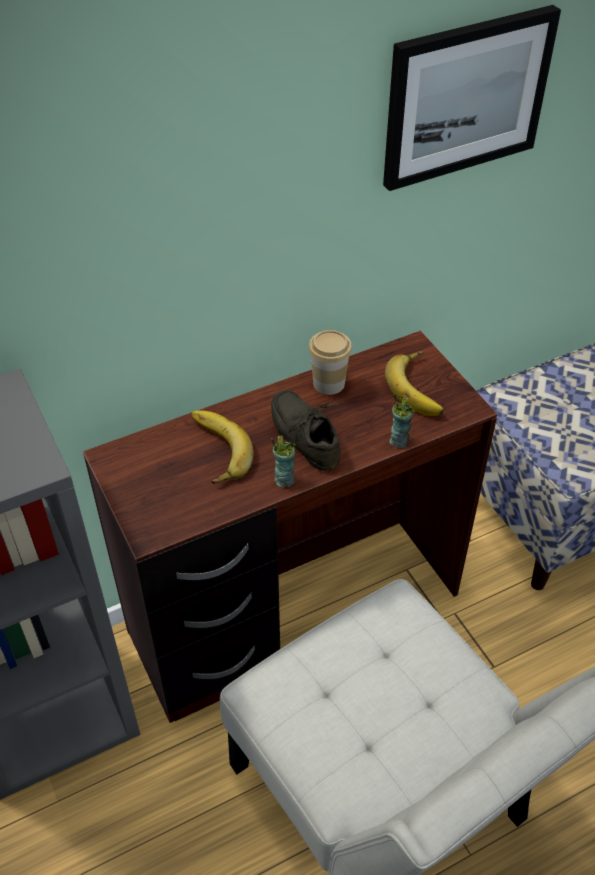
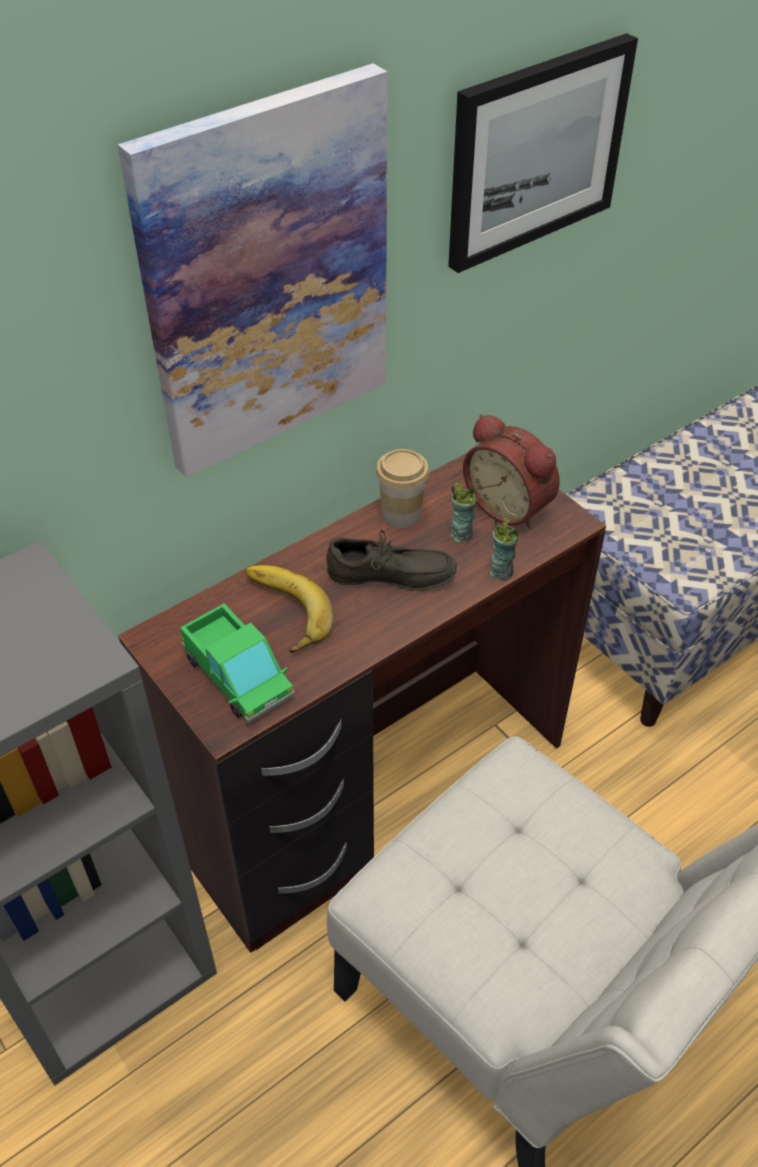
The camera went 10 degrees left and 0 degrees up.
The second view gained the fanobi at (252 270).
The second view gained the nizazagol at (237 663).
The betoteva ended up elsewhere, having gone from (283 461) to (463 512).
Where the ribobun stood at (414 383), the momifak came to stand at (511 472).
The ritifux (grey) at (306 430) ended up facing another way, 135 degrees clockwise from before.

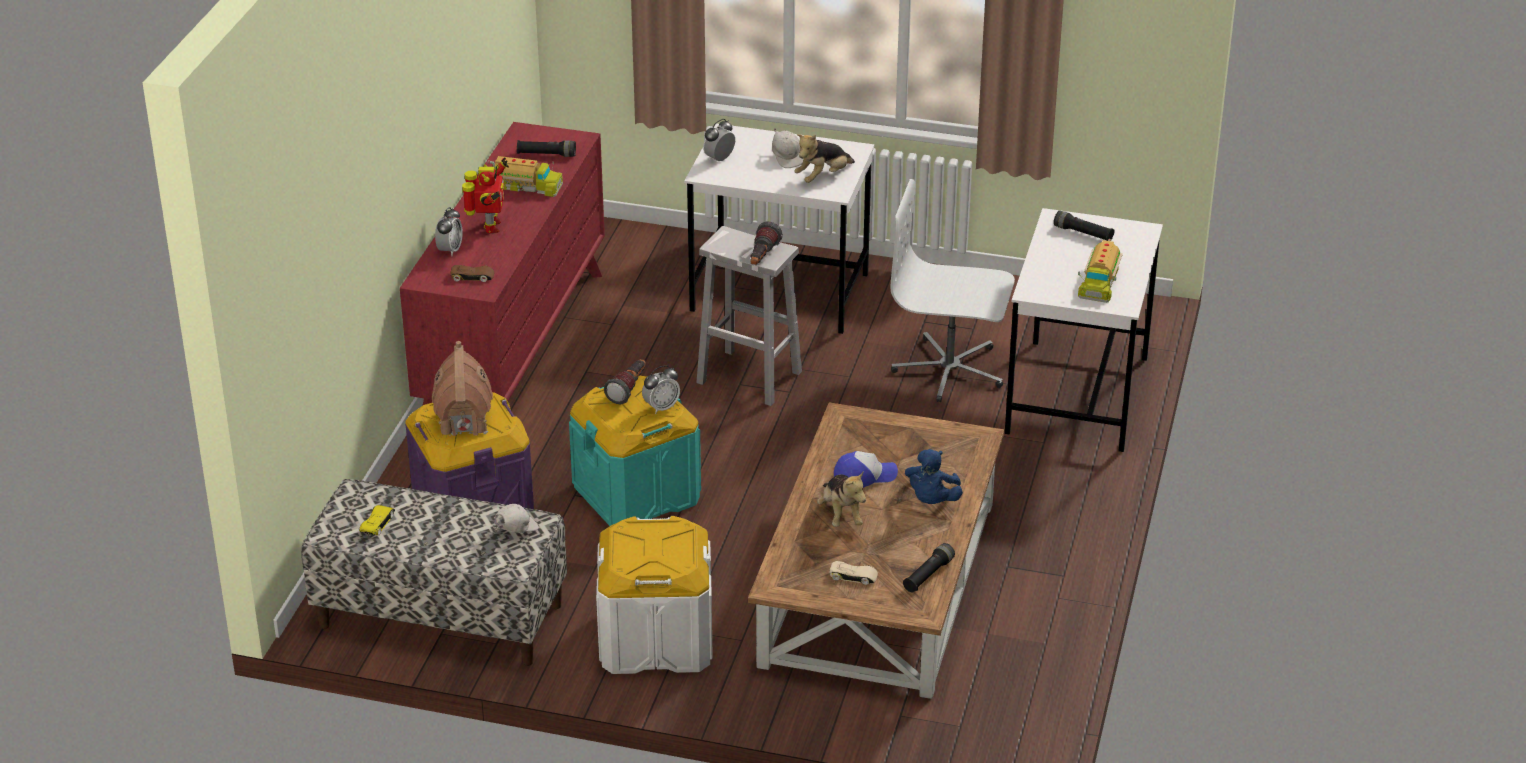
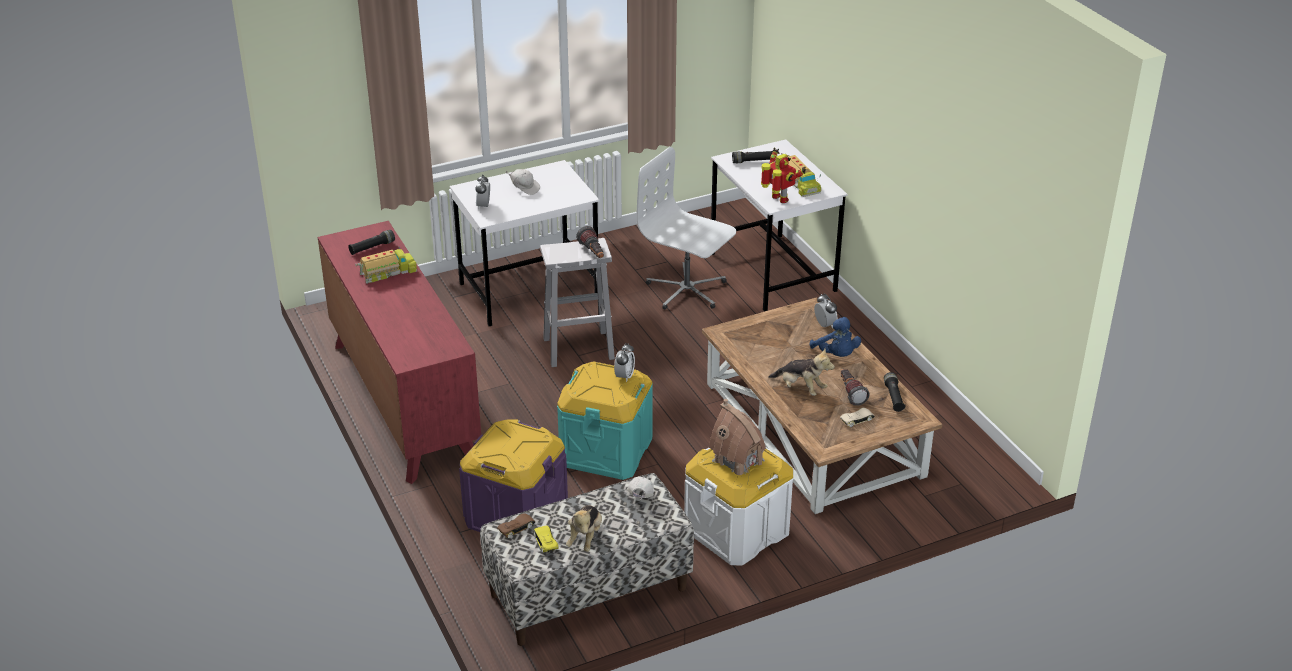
The camera went 40 degrees left and 0 degrees up.
The second view lost the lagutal at (866 469).
The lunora ended up elsewhere, having gone from (462 389) to (737 437).
The momifak ended up elsewhere, having gone from (449 231) to (826 311).
The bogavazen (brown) ended up elsewhere, having gone from (472 273) to (516 525).
The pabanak ended up elsewhere, having gone from (485 195) to (783 175).
The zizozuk ended up elsewhere, having gone from (625 381) to (855 387).
The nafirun ended up elsewhere, having gone from (824 158) to (584 528).
The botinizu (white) at (952 290) ended up facing another way, 60 degrees clockwise from before.

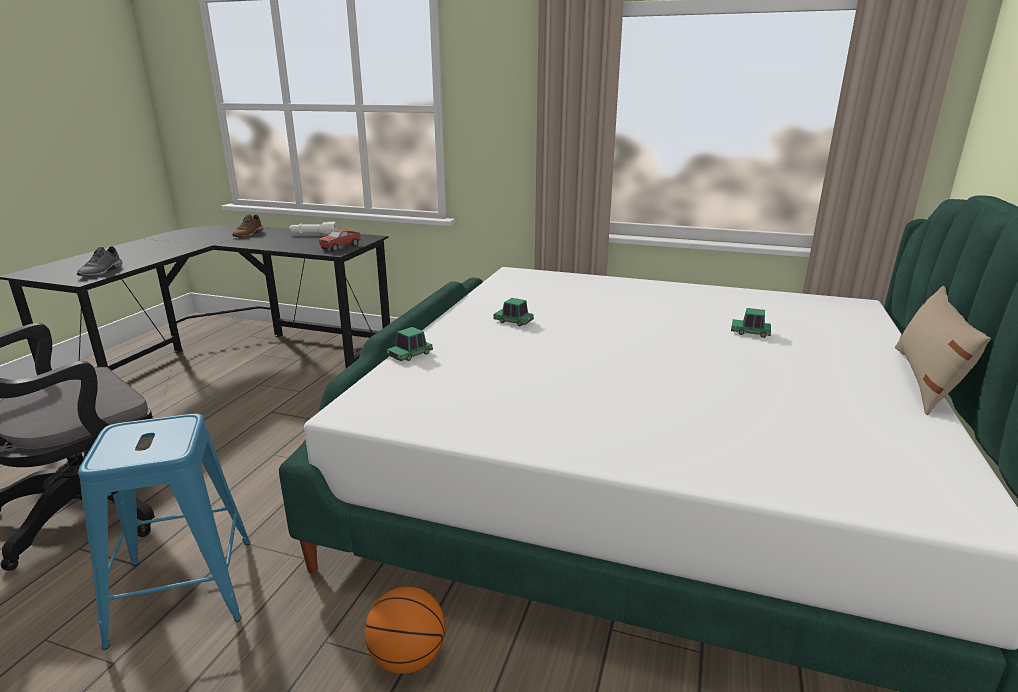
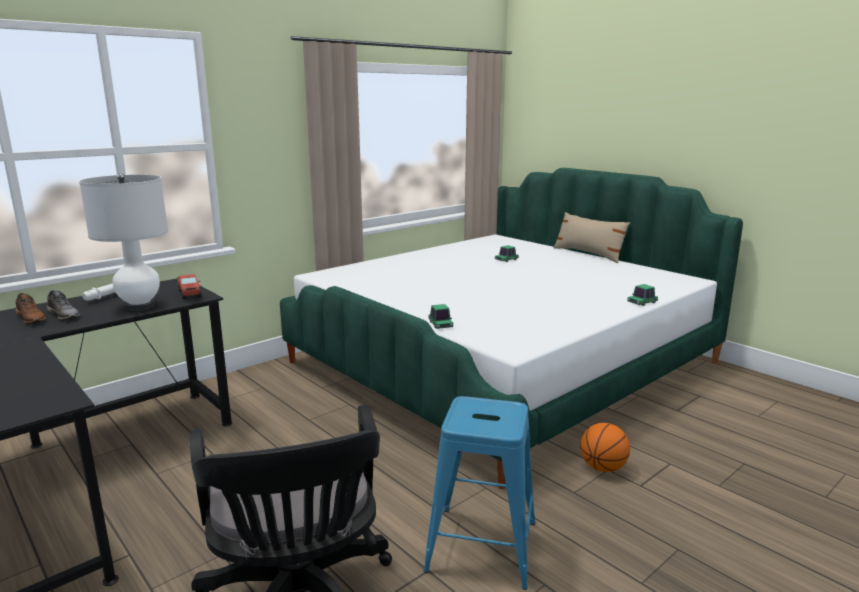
The camera went 60 degrees left and 5 degrees down.
The second view gained the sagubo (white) at (123 242).
The ritifux (grey) ended up elsewhere, having gone from (99 261) to (63 305).
The bogavazen ended up elsewhere, having gone from (513 312) to (642 295).

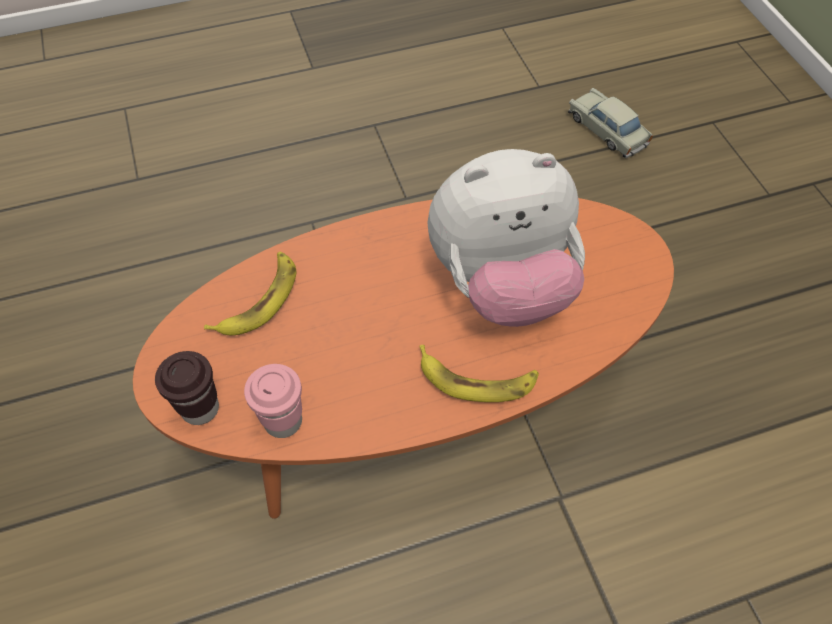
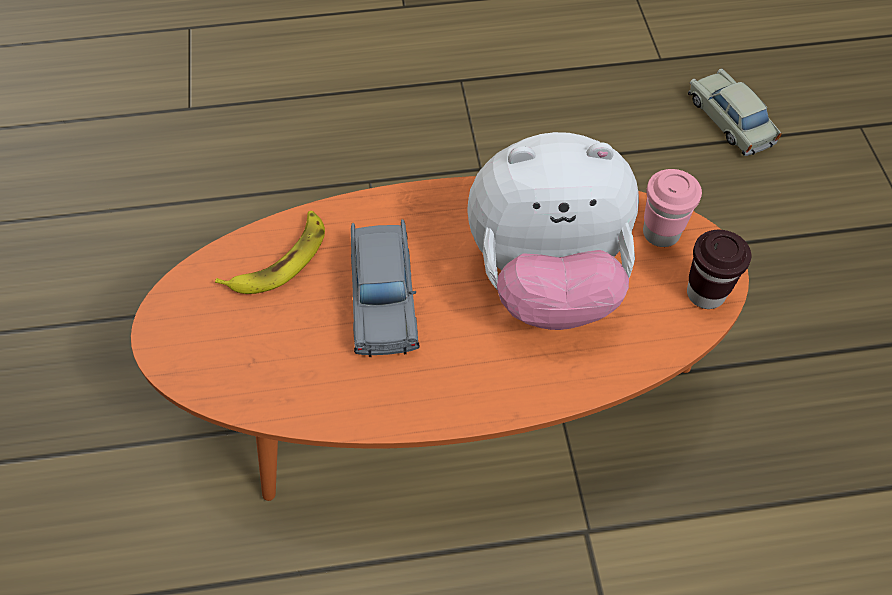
The camera went 10 degrees right and 0 degrees up.
The second view lost the ribobun at (479 373).
The second view gained the bogavazen (grey) at (385 288).
The betoteva (brown) ended up elsewhere, having gone from (187 388) to (719 269).
The betoteva (pink) ended up elsewhere, having gone from (273 401) to (672 208).

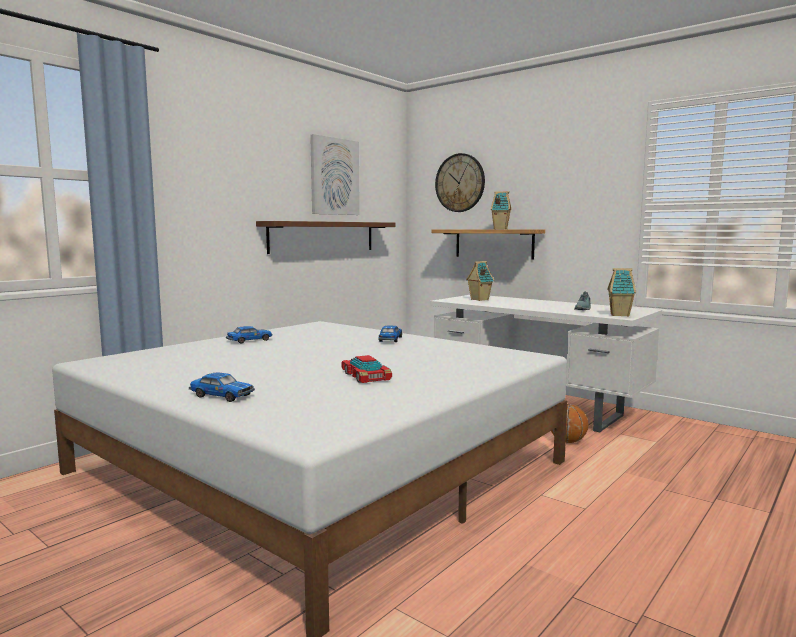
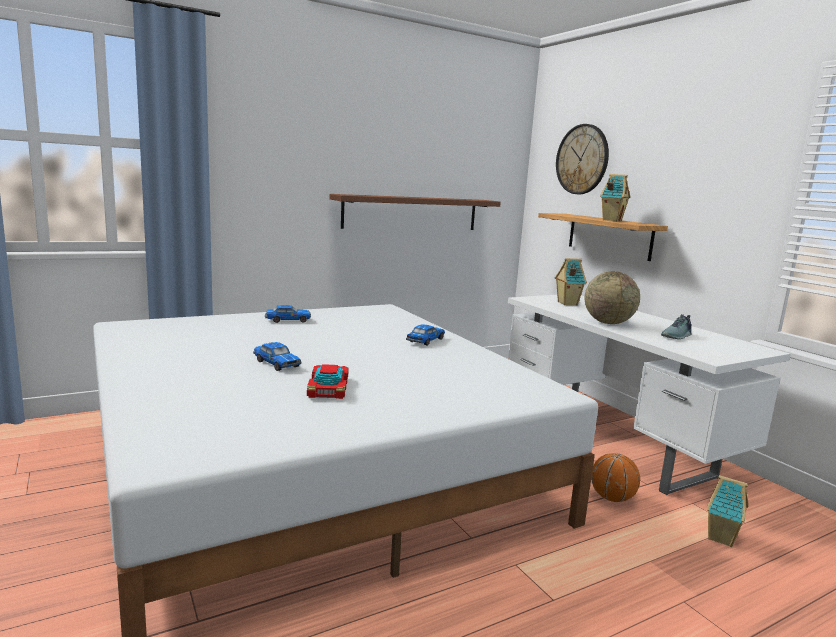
The camera went 20 degrees right and 5 degrees up.
The second view lost the fanobi at (335 174).
The second view gained the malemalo at (612 297).
The bogavazen ended up elsewhere, having gone from (222 387) to (277 356).
The lunora ended up elsewhere, having gone from (621 292) to (728 511).

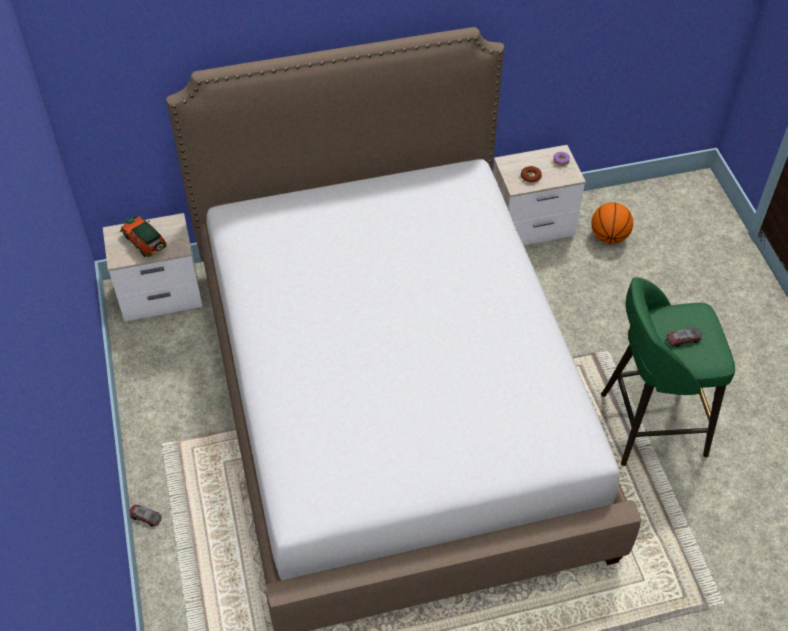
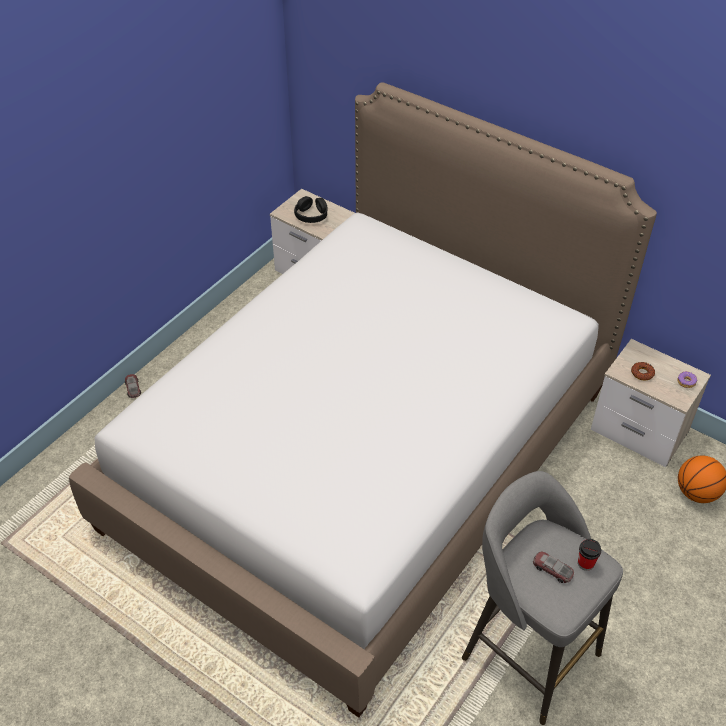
The camera went 50 degrees right and 5 degrees down.
The second view gained the betoteva at (589 555).
Where the bogavazen stood at (143 237), the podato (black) came to stand at (311 209).
What was the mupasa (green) at (668 371) turned into the mupasa (grey) at (542 598).

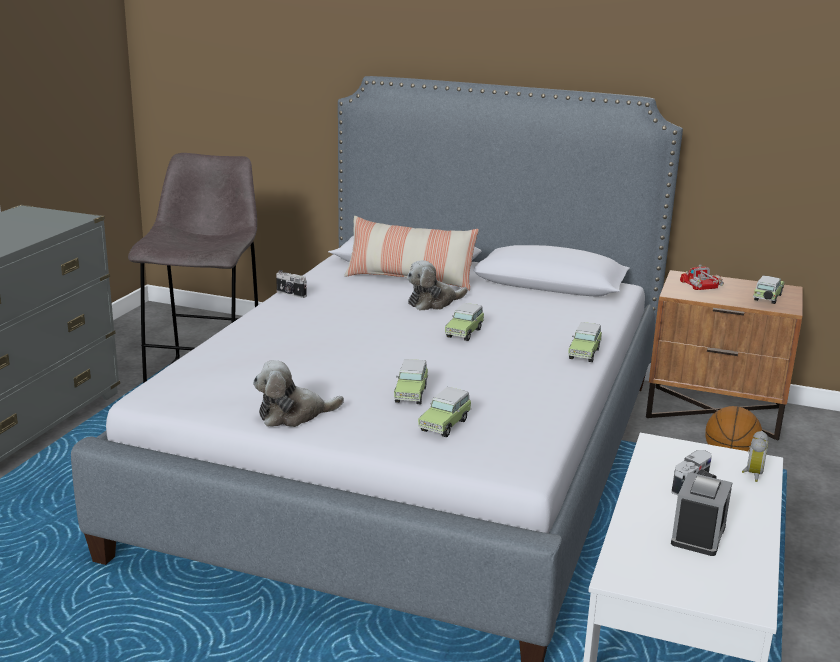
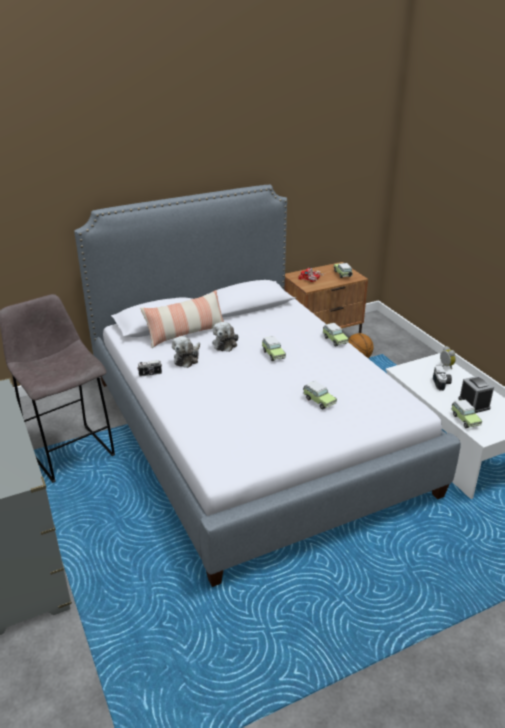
The camera went 45 degrees left and 10 degrees up.
The nafirun ended up elsewhere, having gone from (298 393) to (186 352).
The bogavazen ended up elsewhere, having gone from (445 412) to (466 414).

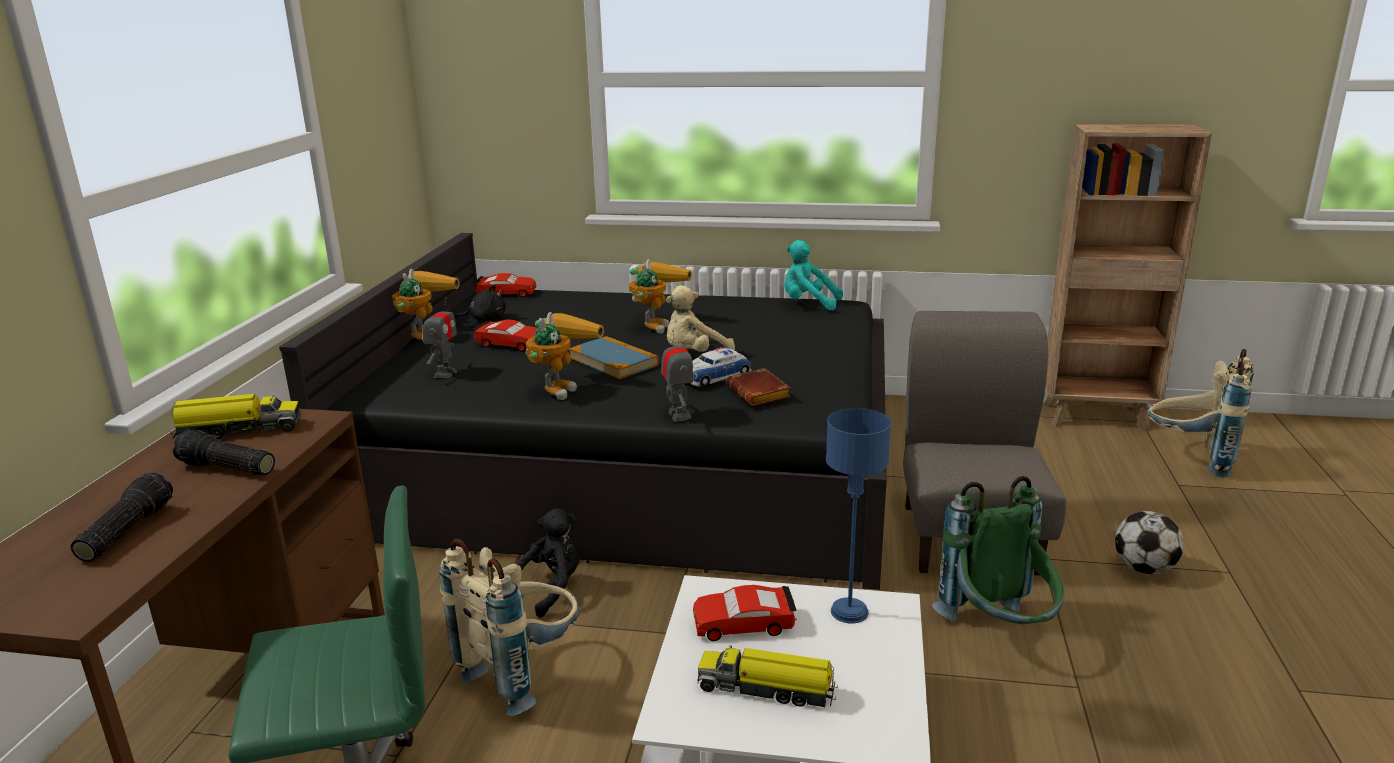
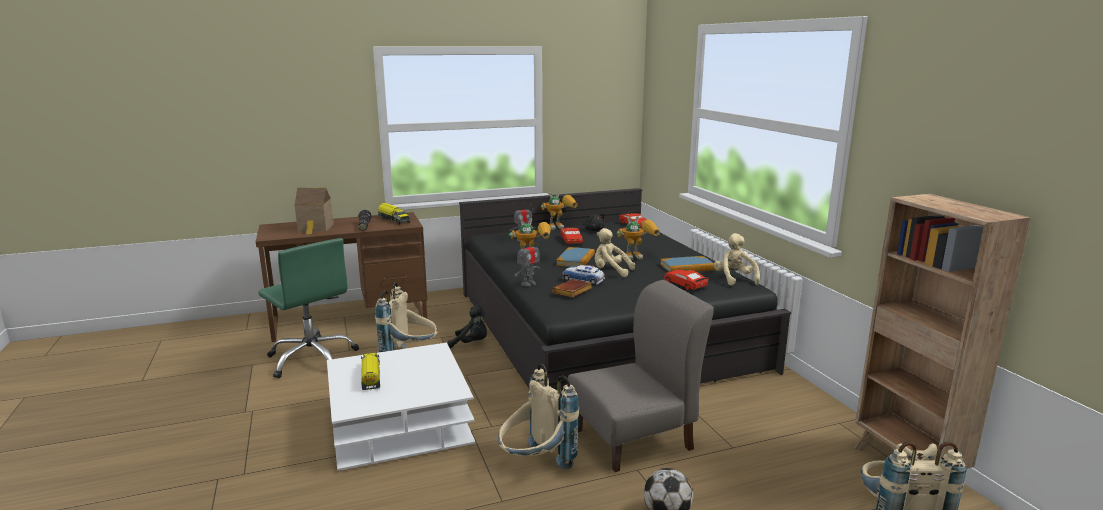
The camera went 60 degrees right and 5 degrees down.
The second view lost the sagubo (blue) at (858 515).
The second view gained the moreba at (687 264).
The bogavazen (red) ended up elsewhere, having gone from (745 613) to (686 280).
Where the zizozuk stood at (122 517), the lunora came to stand at (314 211).
What was the nafirun (turquoise) at (813 275) turned into the nafirun (beige) at (737 259).
What was the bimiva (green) at (998 550) turned into the bimiva (beige) at (538 416).

